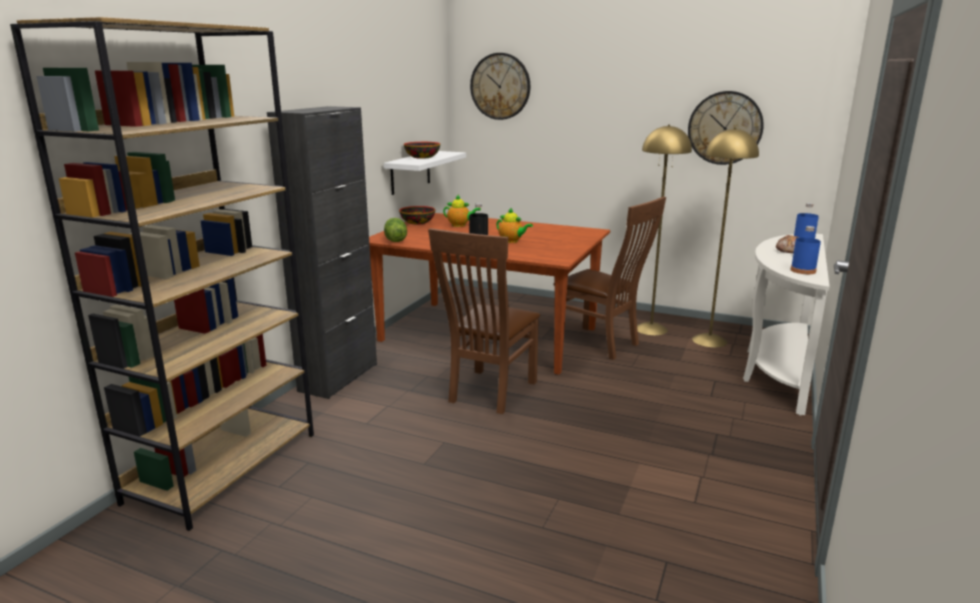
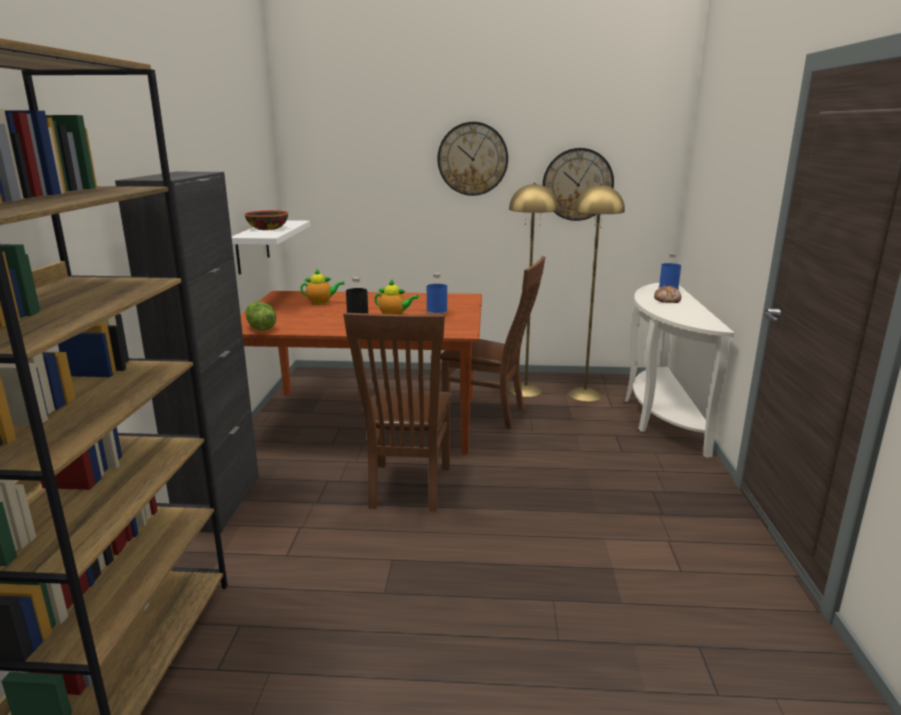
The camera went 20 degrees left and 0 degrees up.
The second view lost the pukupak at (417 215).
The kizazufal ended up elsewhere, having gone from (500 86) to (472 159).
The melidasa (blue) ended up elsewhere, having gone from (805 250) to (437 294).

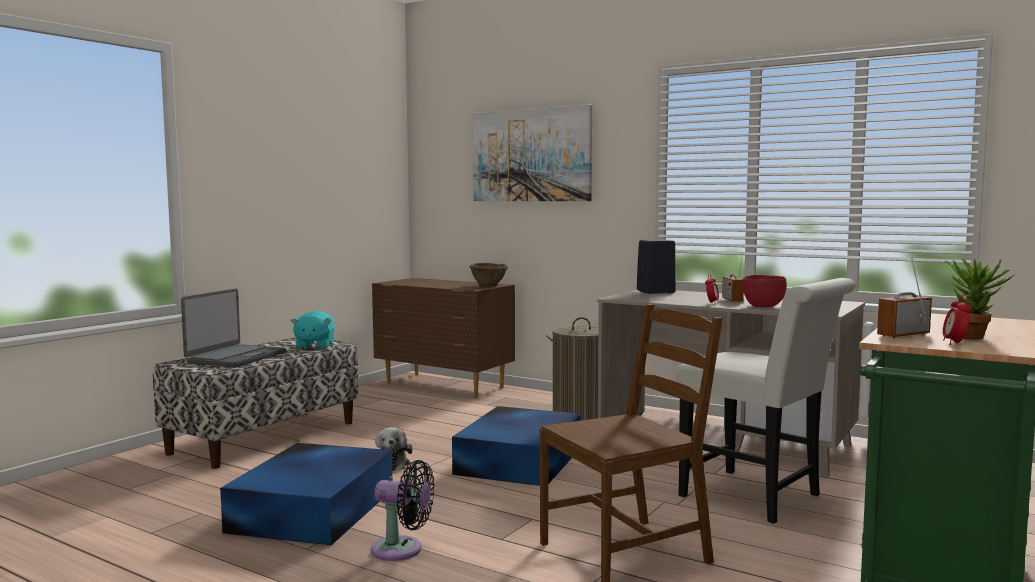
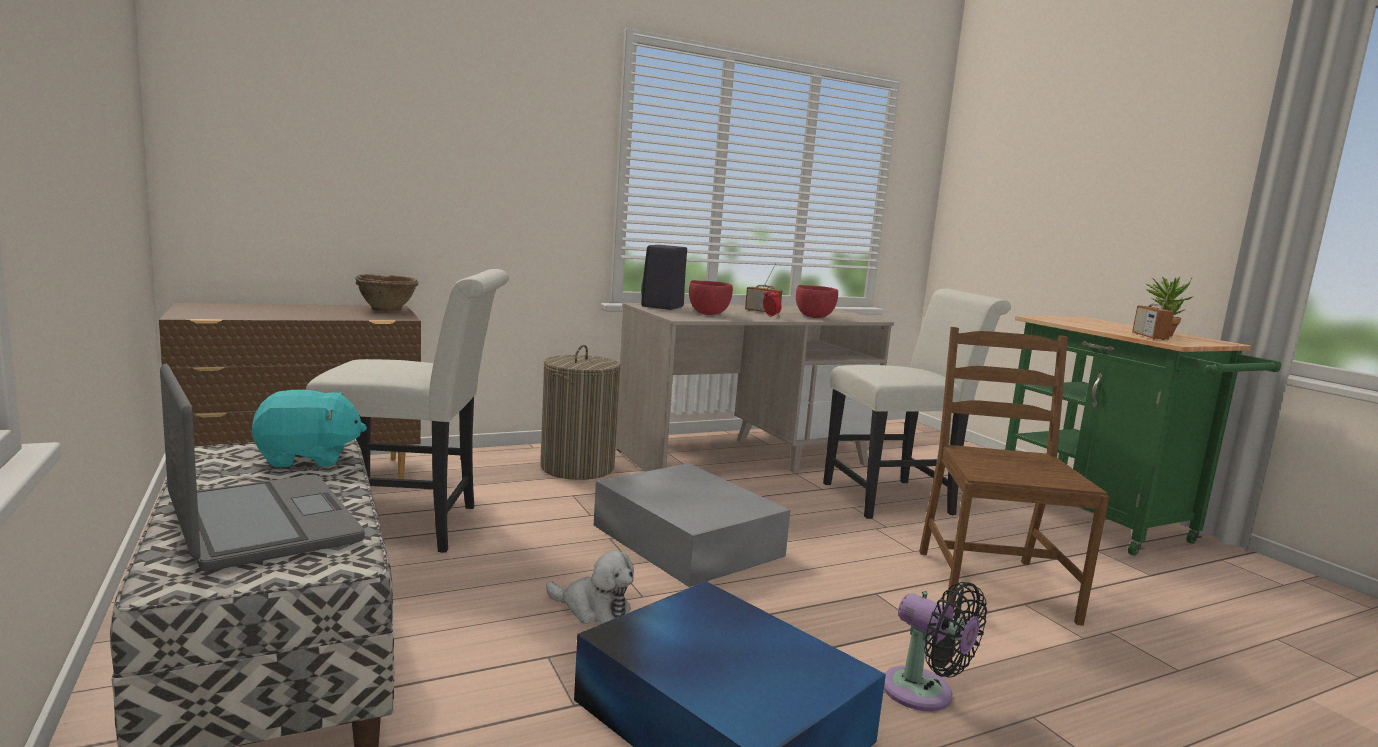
The camera went 60 degrees left and 5 degrees up.
The second view lost the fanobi at (532 152).
The second view lost the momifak at (957 319).
The second view gained the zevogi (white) at (407 411).
The second view gained the pukupak (red) at (711 297).
What was the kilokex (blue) at (516 446) turned into the kilokex (grey) at (692 525).
The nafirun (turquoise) at (313 330) ended up facing another way, 45 degrees counterclockwise from before.
The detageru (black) at (403 510) ended up facing another way, 90 degrees clockwise from before.

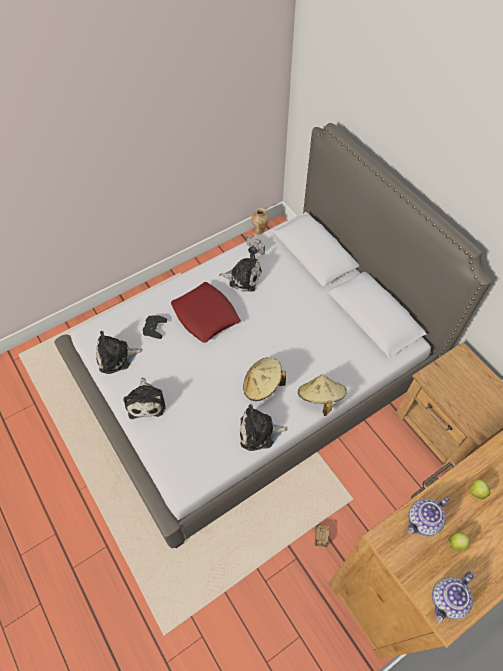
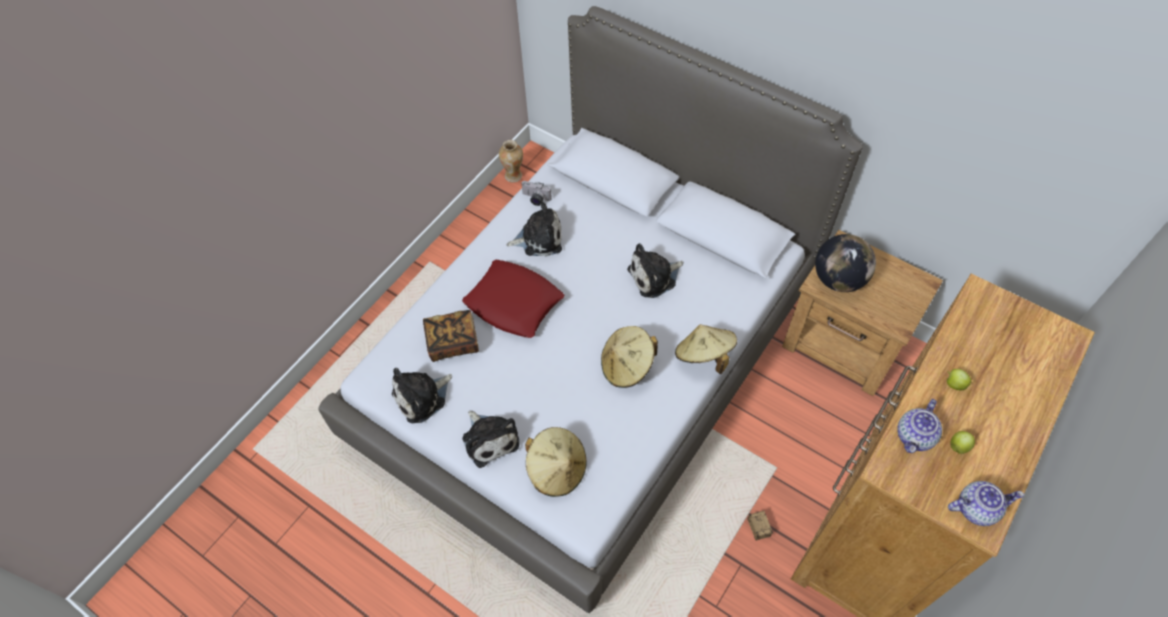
The camera went 20 degrees left and 0 degrees up.
The second view gained the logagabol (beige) at (556 462).
The second view gained the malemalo at (845 263).
The nafirun ended up elsewhere, having gone from (264 427) to (655 270).
Where the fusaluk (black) stood at (155 327), the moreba came to stand at (451 336).
The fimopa at (452 597) ended up facing another way, 120 degrees counterclockwise from before.

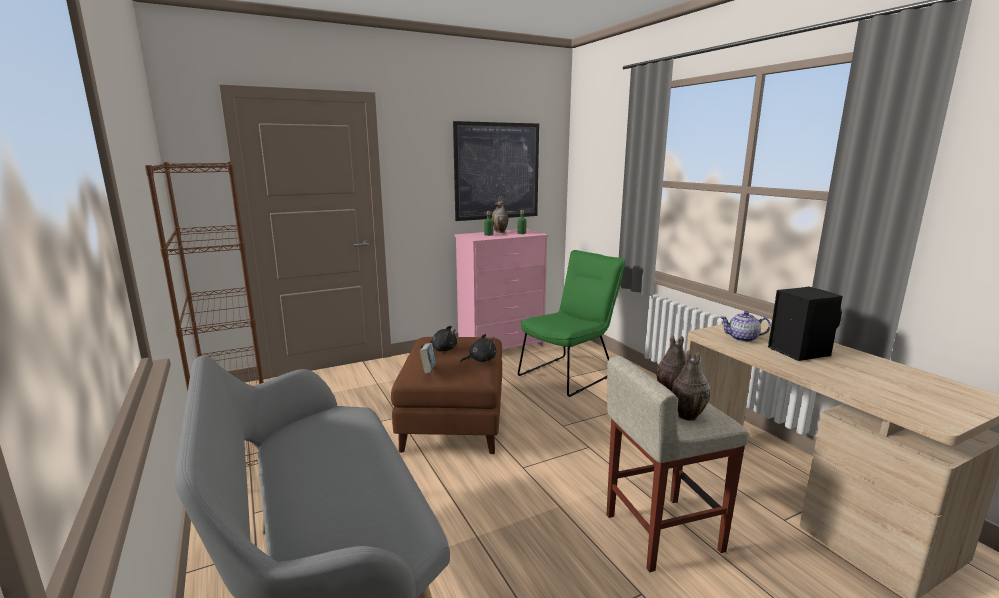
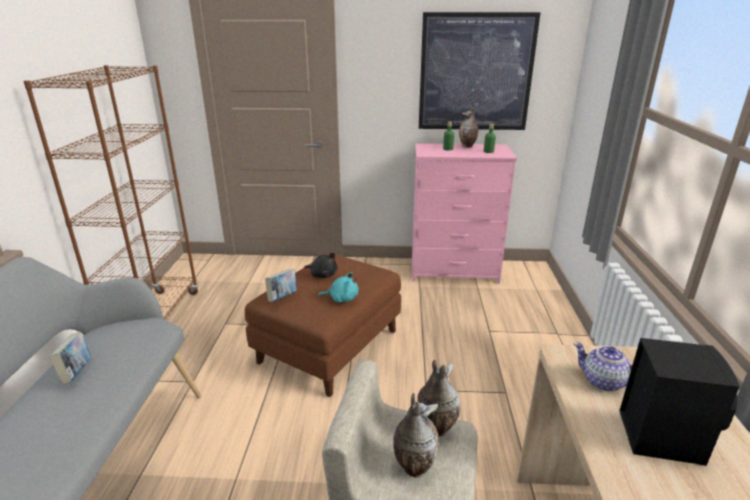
The camera went 30 degrees right and 10 degrees up.
The second view lost the zevogi (green) at (571 323).
The second view gained the moreba at (70 358).
What was the nafirun (black) at (478 348) turned into the nafirun (turquoise) at (338 287).

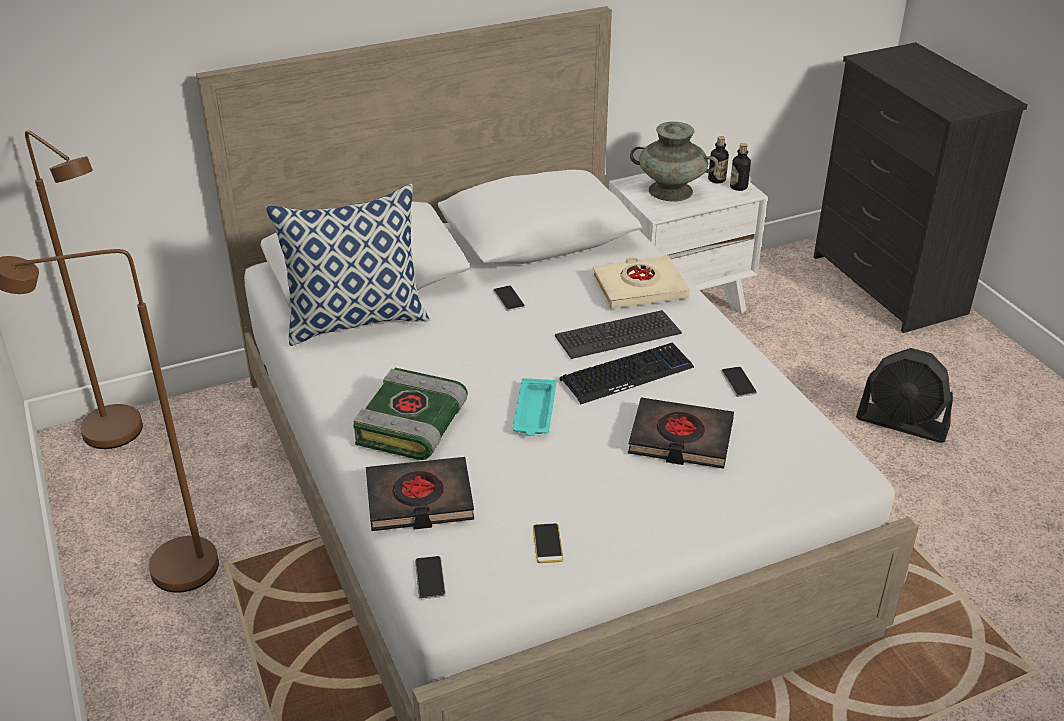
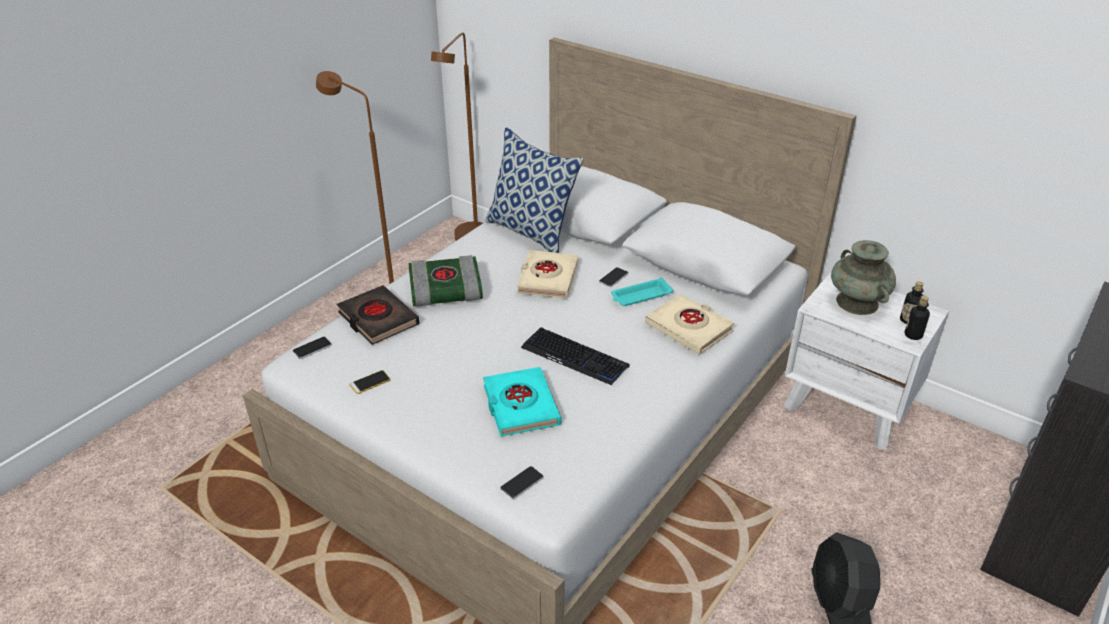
The camera went 60 degrees right and 0 degrees up.
The second view lost the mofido at (618 334).
The second view gained the moreba (beige) at (547 274).
The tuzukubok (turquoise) ended up elsewhere, having gone from (534 407) to (642 292).
The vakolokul ended up elsewhere, having gone from (739 382) to (522 482).
What was the moreba (black) at (681 433) turned into the moreba (turquoise) at (522 402).

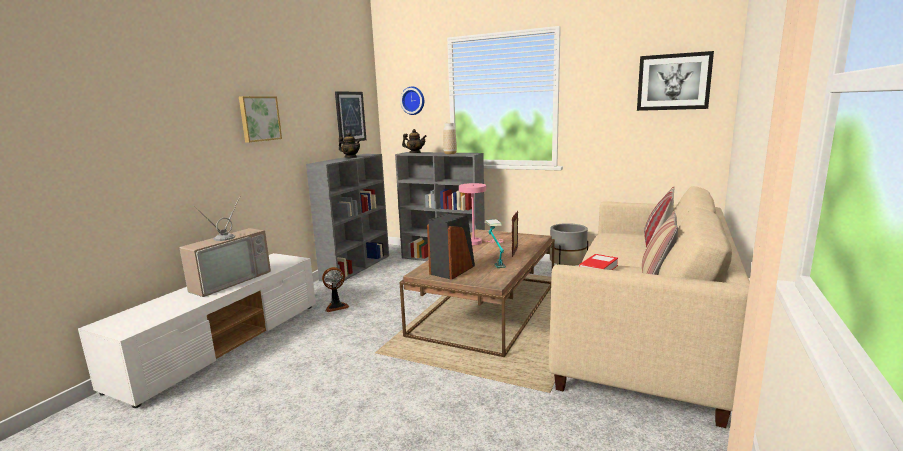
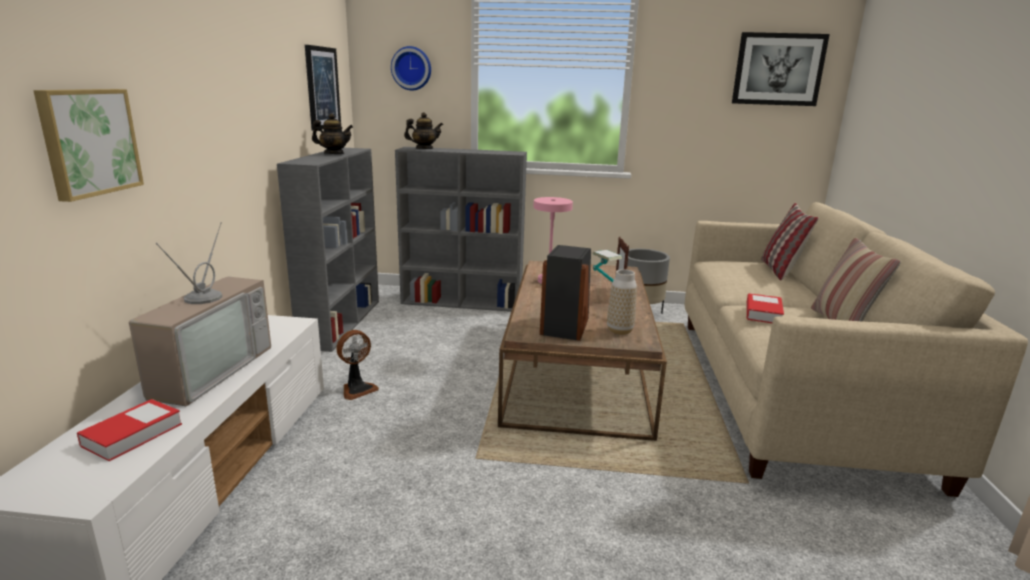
The camera went 20 degrees left and 5 degrees up.
The second view gained the moreba at (129 430).
The fanobi ended up elsewhere, having gone from (260 119) to (88 145).
The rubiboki ended up elsewhere, having gone from (450 138) to (622 302).

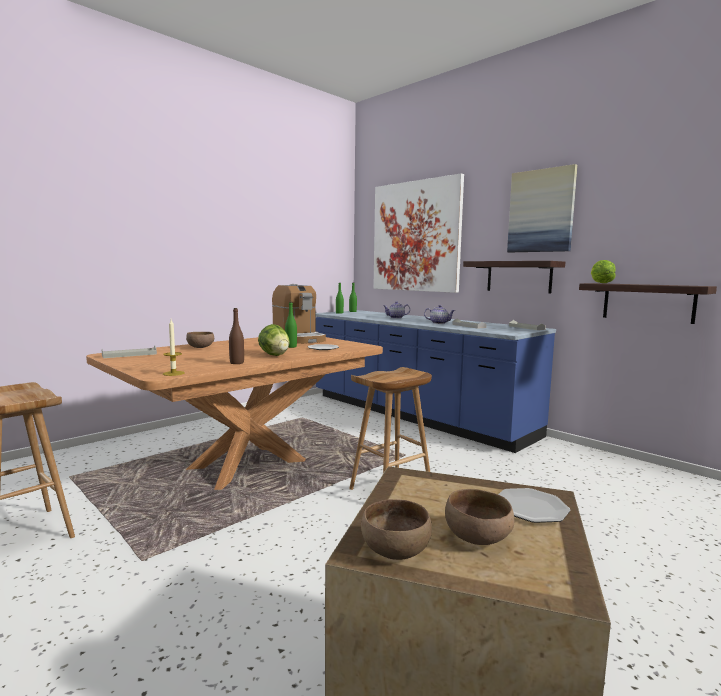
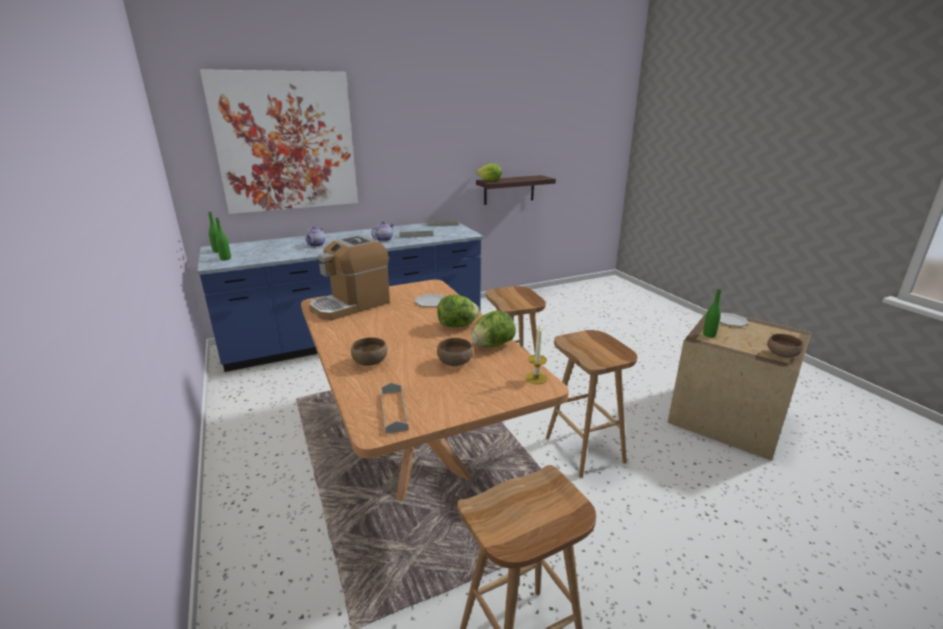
The camera went 70 degrees left and 15 degrees up.
The second view lost the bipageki at (514 277).
The second view lost the fanobi at (542 208).
The second view gained the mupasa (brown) at (591 404).
The melidasa (green) ended up elsewhere, having gone from (291 325) to (712 313).
The pukupak (brown) ended up elsewhere, having gone from (480 517) to (455 352).
Where the melidasa (brown) stood at (236 336), the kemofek came to stand at (493 329).
The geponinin at (299 314) ended up facing another way, 150 degrees clockwise from before.

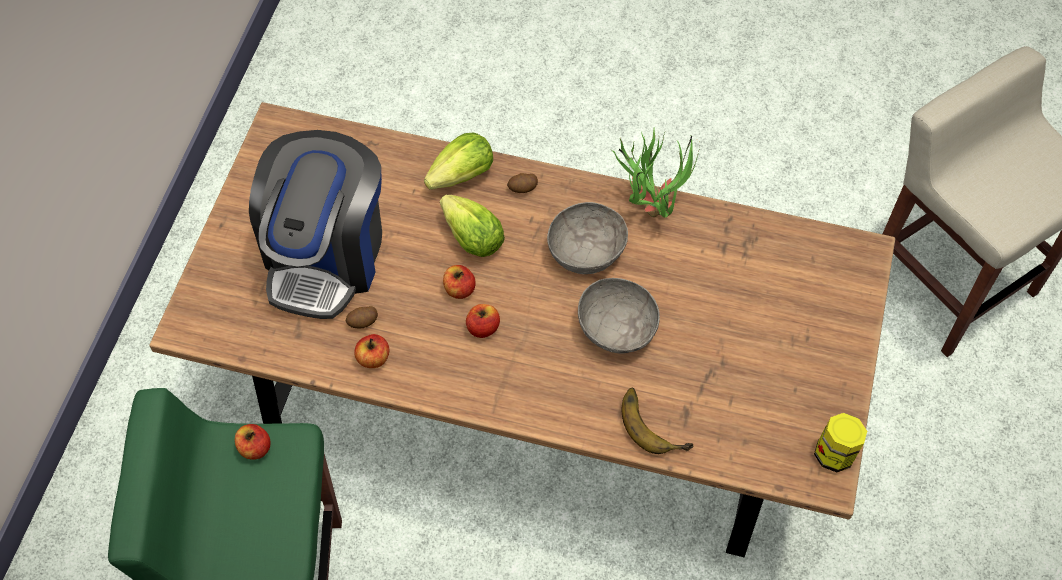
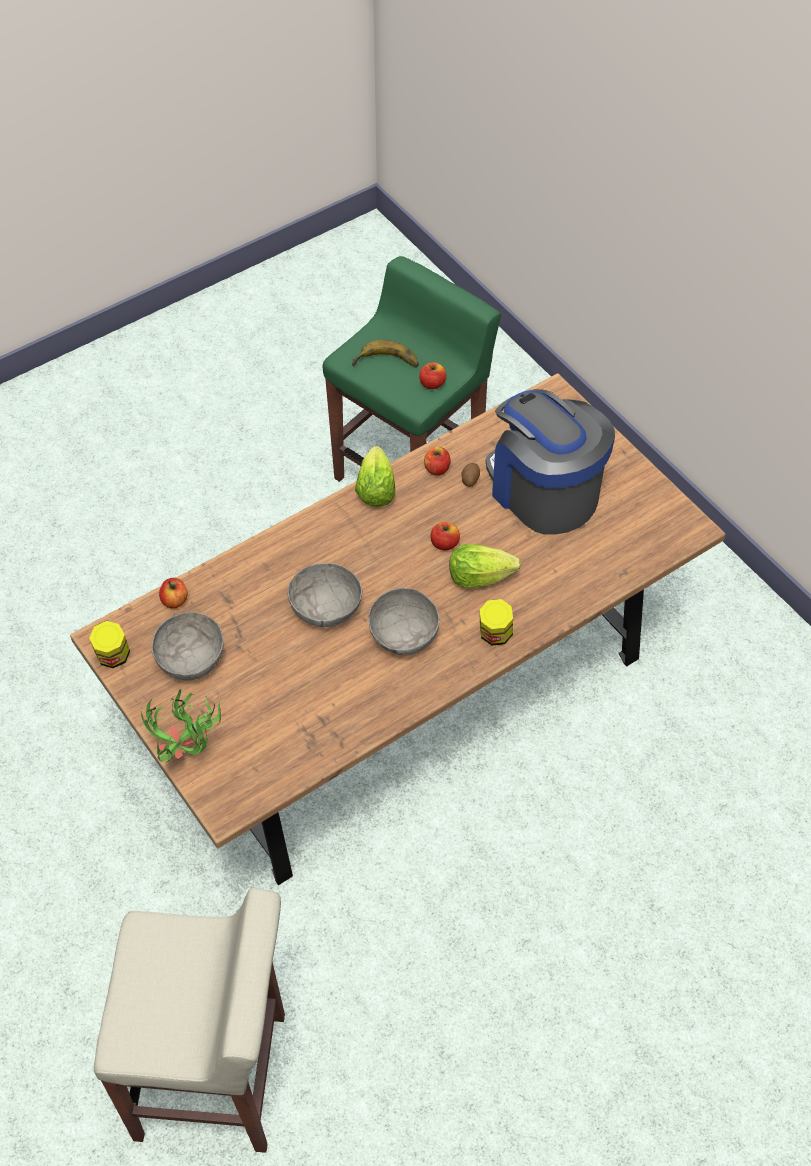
The camera went 130 degrees right and 5 degrees down.
The second view gained the pukupak (grey) at (187 646).
The kemofek ended up elsewhere, having gone from (458 161) to (375 476).
The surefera ended up elsewhere, having gone from (483 321) to (173 593).
The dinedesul ended up elsewhere, having gone from (655 173) to (181 726).
The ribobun ended up elsewhere, having gone from (658 421) to (385 354).
Where the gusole stood at (522 183), the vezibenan came to stand at (496 622).

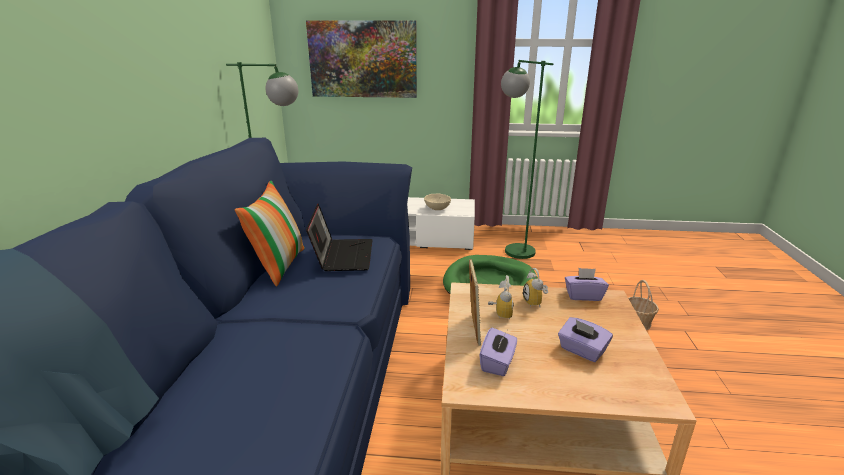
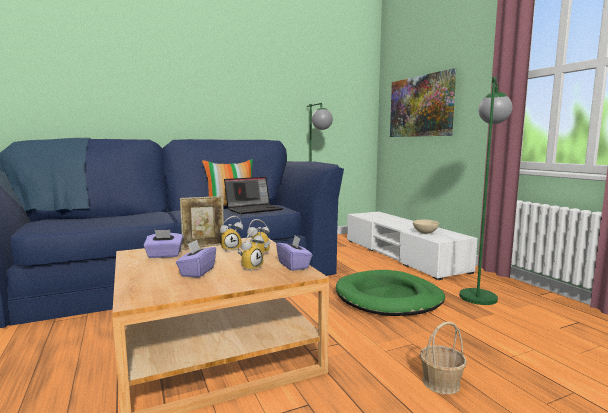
The camera went 60 degrees right and 15 degrees down.
The second view gained the momifak at (251 249).

